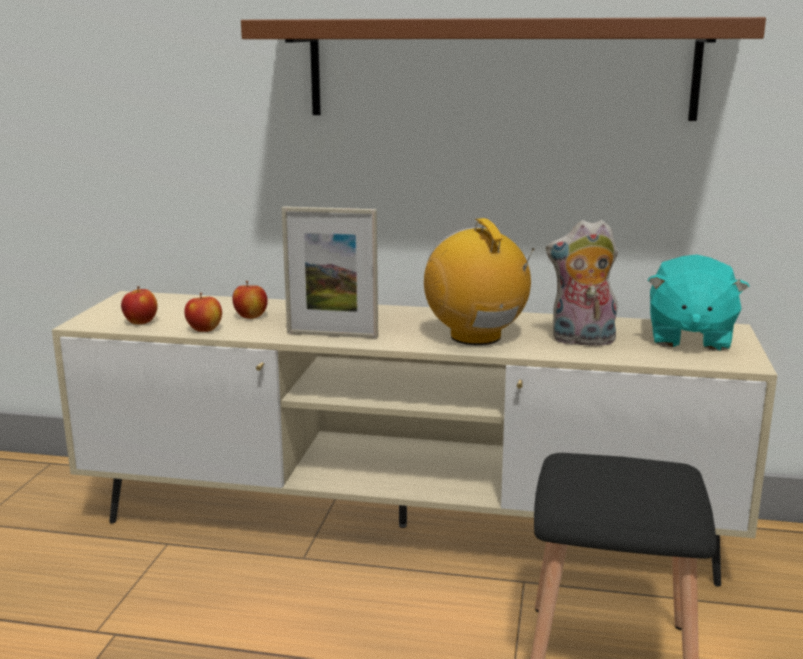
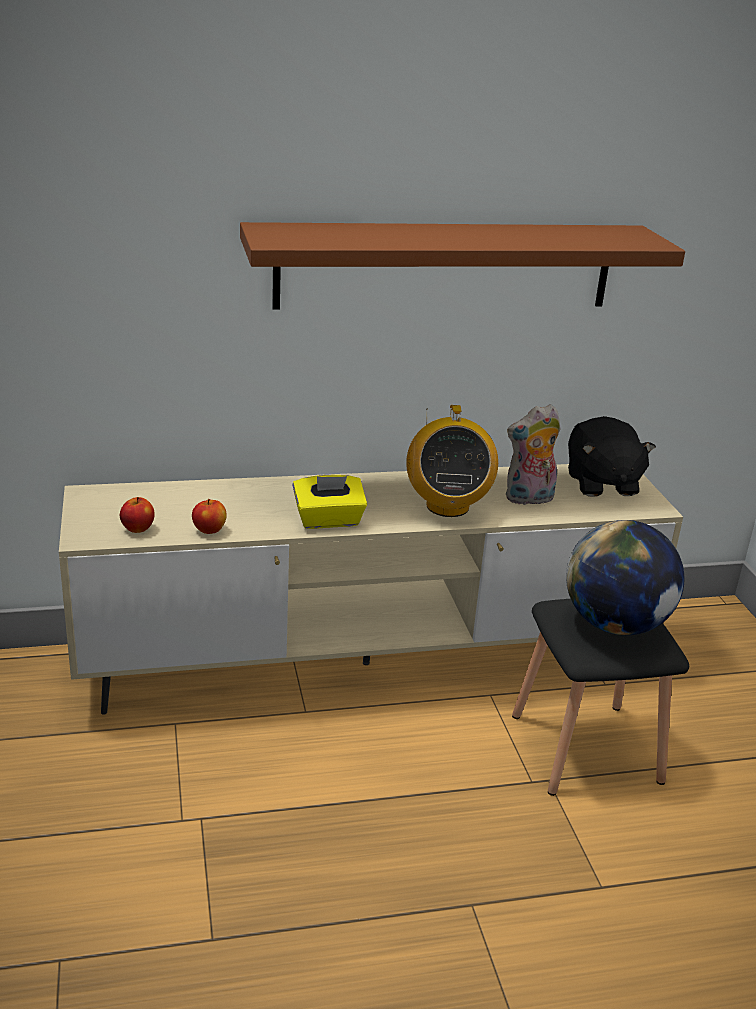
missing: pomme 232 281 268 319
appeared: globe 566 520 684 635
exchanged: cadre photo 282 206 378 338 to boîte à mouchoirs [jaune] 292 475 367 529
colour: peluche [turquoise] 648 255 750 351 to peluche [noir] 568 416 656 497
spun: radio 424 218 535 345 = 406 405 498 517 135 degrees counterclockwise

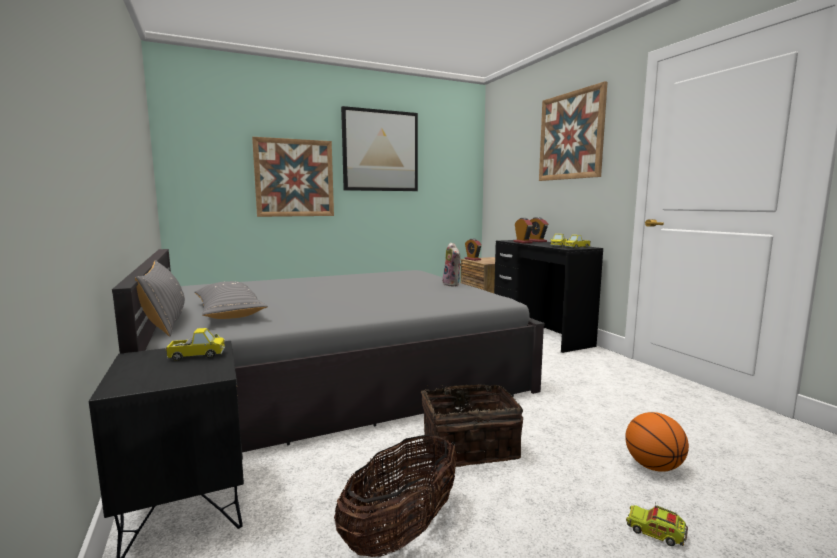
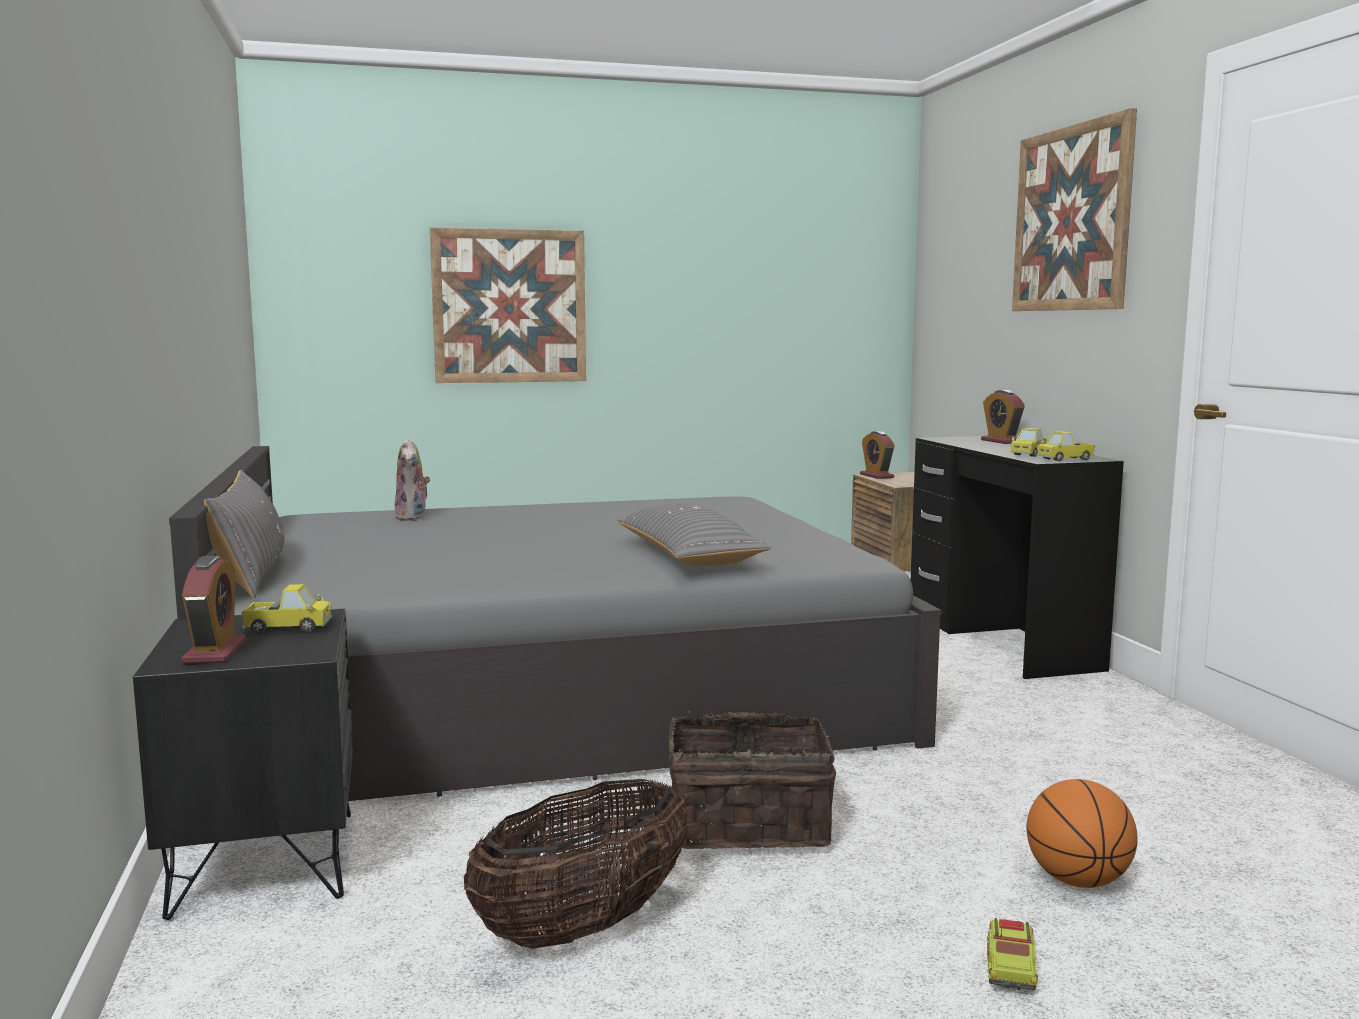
missing: tableau 341 106 418 191
relocated: réveil 513 218 533 243 to 181 556 246 664; peluche 443 242 461 286 to 395 438 430 521; coussin [gris] 195 281 268 319 to 617 504 771 566
spun: camion jouet 626 503 688 546 = 987 918 1038 991 120 degrees counterclockwise

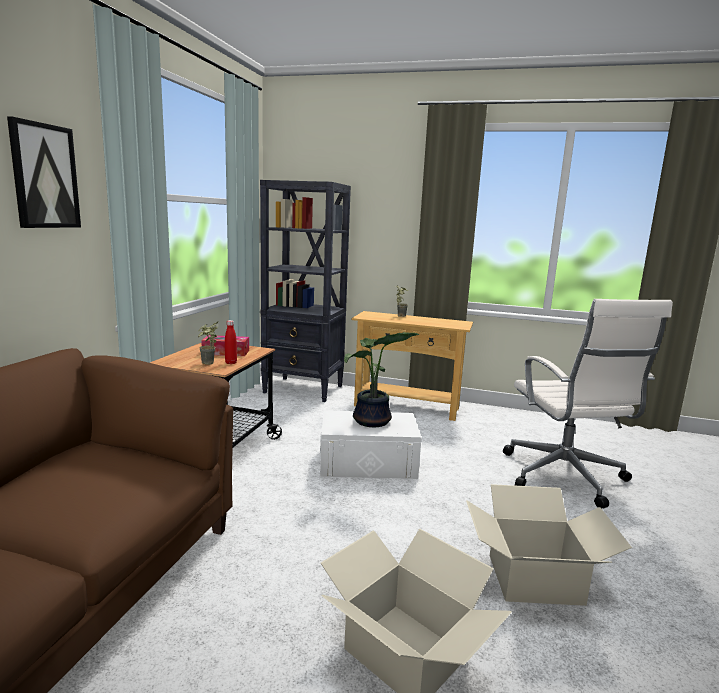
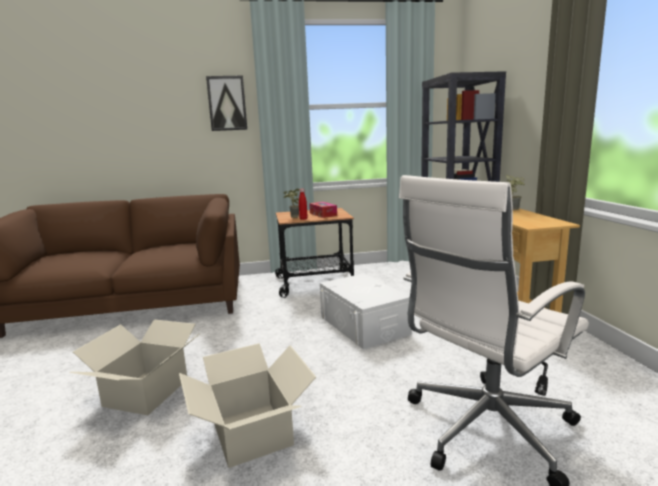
missing: plante en pot 344 332 419 427

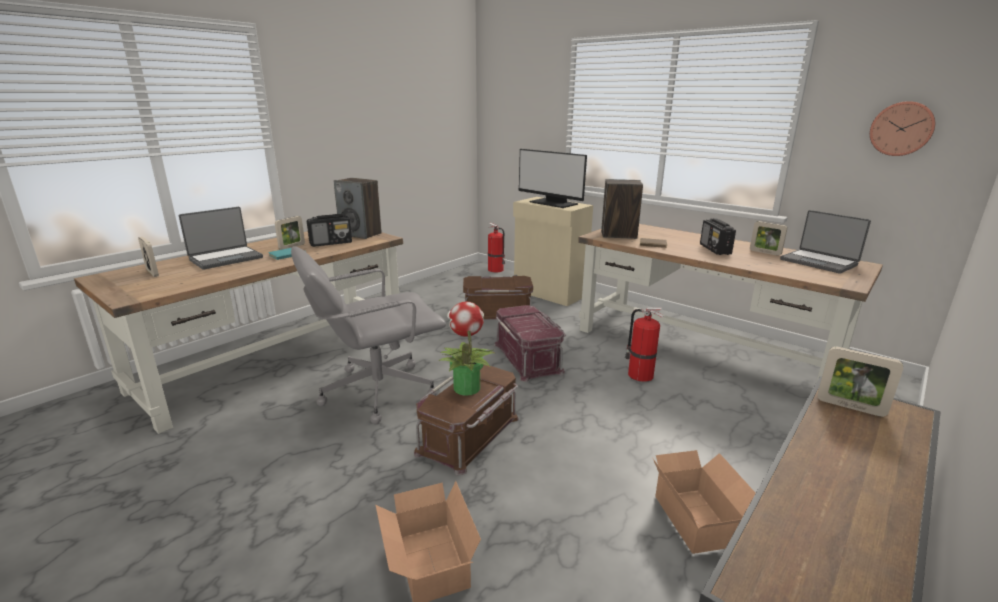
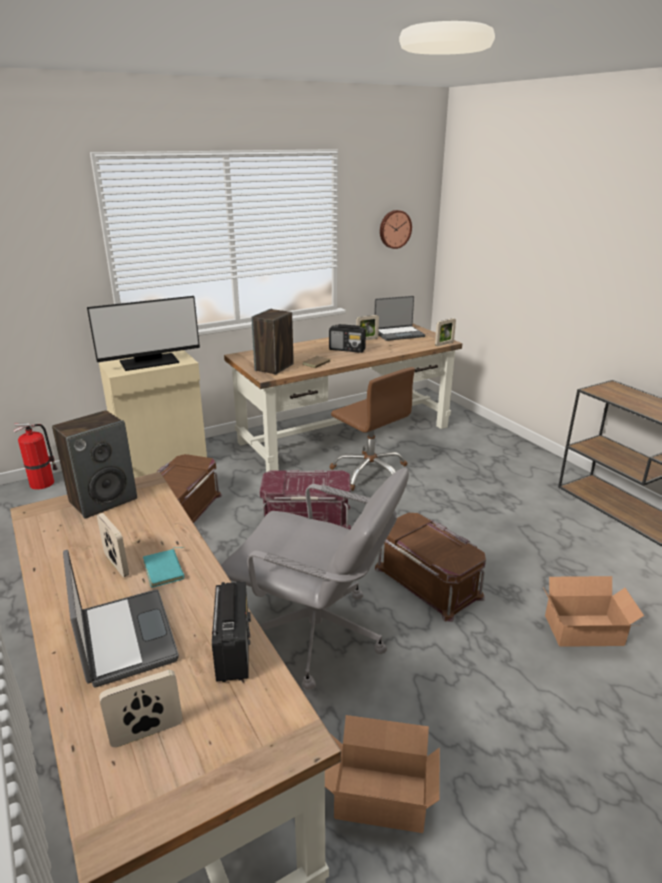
missing: plante en pot 438 301 495 396
relocated: radio 307 214 352 247 to 212 581 251 682; carton 653 450 756 554 to 325 715 440 833; cadre photo 817 346 903 417 to 435 318 456 346
exchanged: extincteur 625 308 663 382 to chaise de bureau [marron] 329 367 415 491
spun: chaise de bureau [gris] 291 246 446 425 = 221 468 409 690 60 degrees counterclockwise

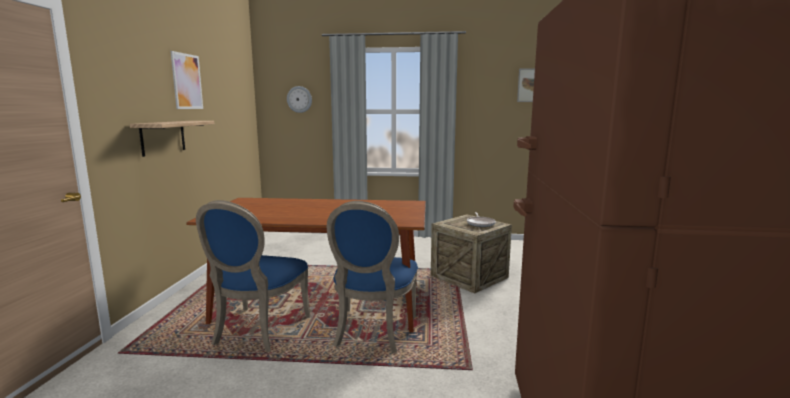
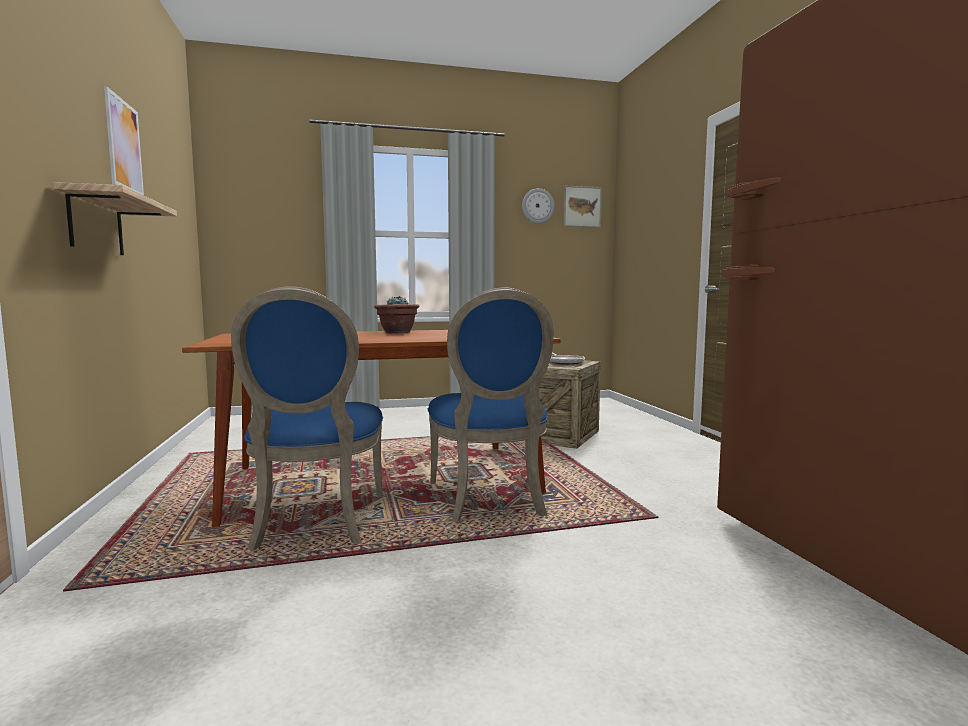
appeared: plante en pot 374 296 420 333
relocated: horloge murale 287 86 312 113 to 522 188 555 224

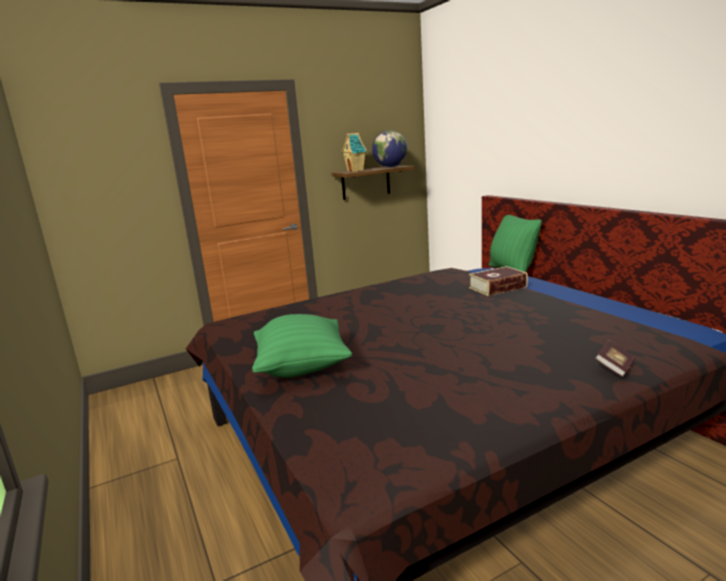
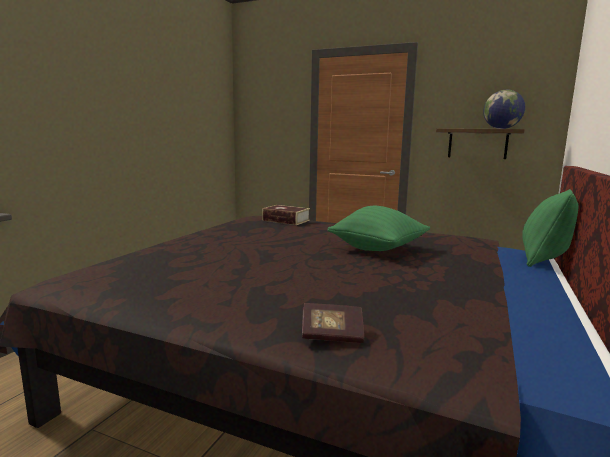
missing: maison miniature 341 133 367 172
relocated: livre 469 266 528 296 to 262 205 310 225; coussin [vert] 252 314 352 377 to 327 206 430 251

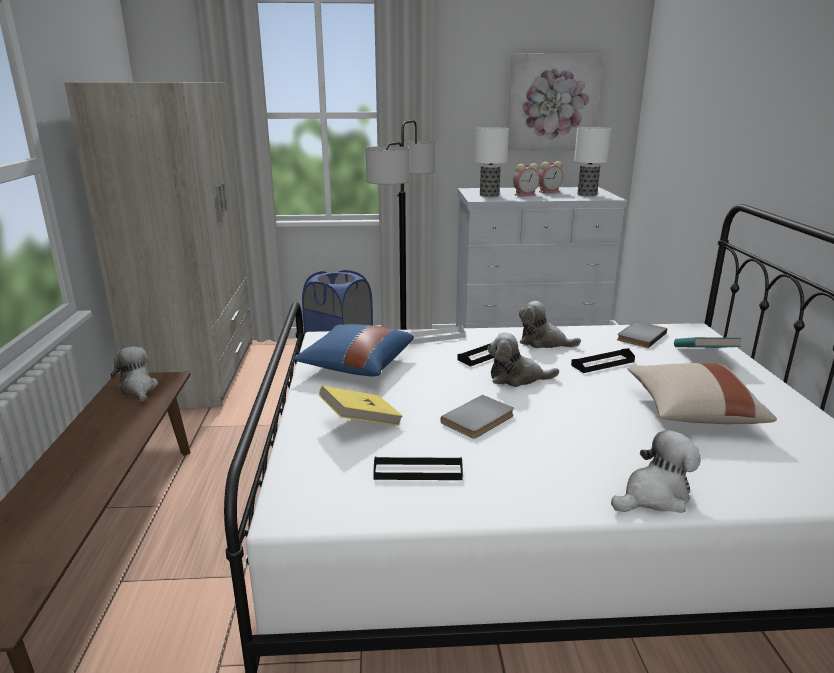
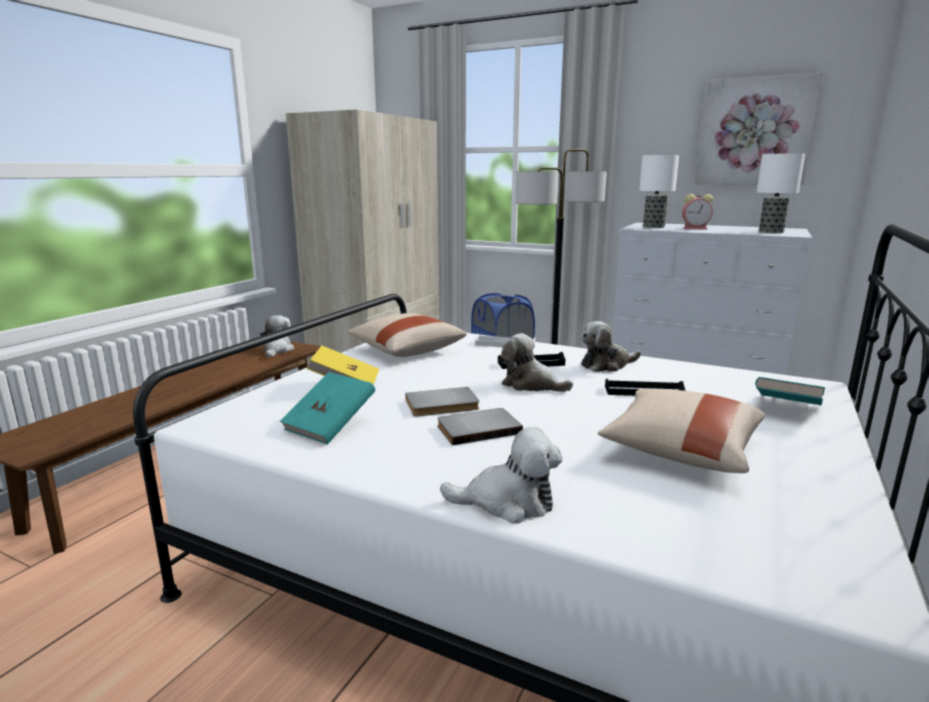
missing: réveil 539 161 563 193
relocated: livre [gris] 617 321 667 348 to 437 408 523 445
exchanged: plateau [noir] 373 456 463 480 to livre [turquoise] 280 372 375 445
colour: coussin [bleu] 293 324 414 376 to coussin [beige] 347 313 467 357
spun: peluche 519 301 581 348 = 581 321 641 372 75 degrees counterclockwise

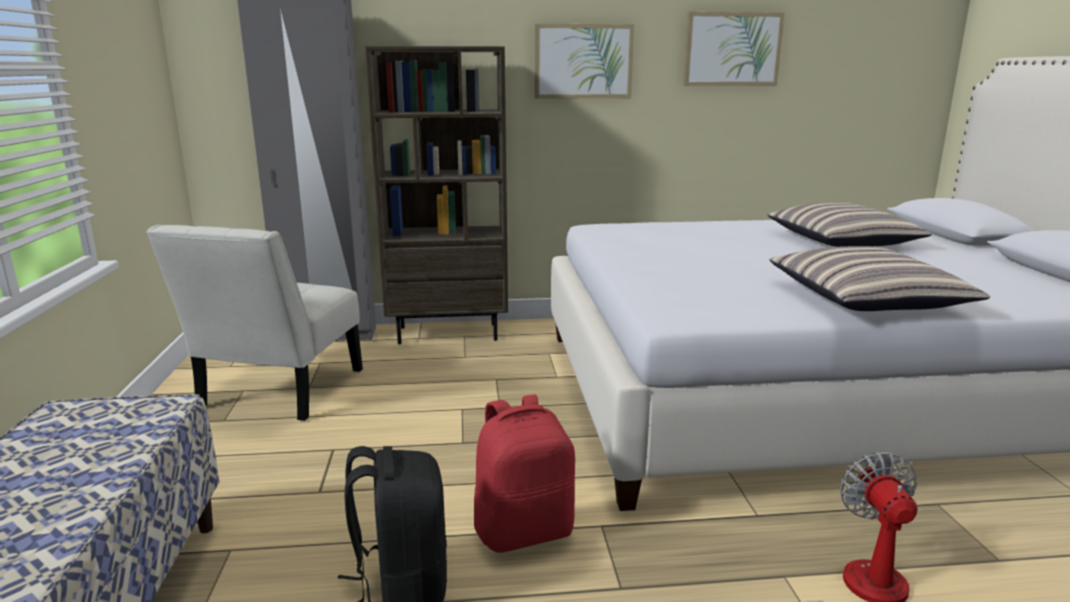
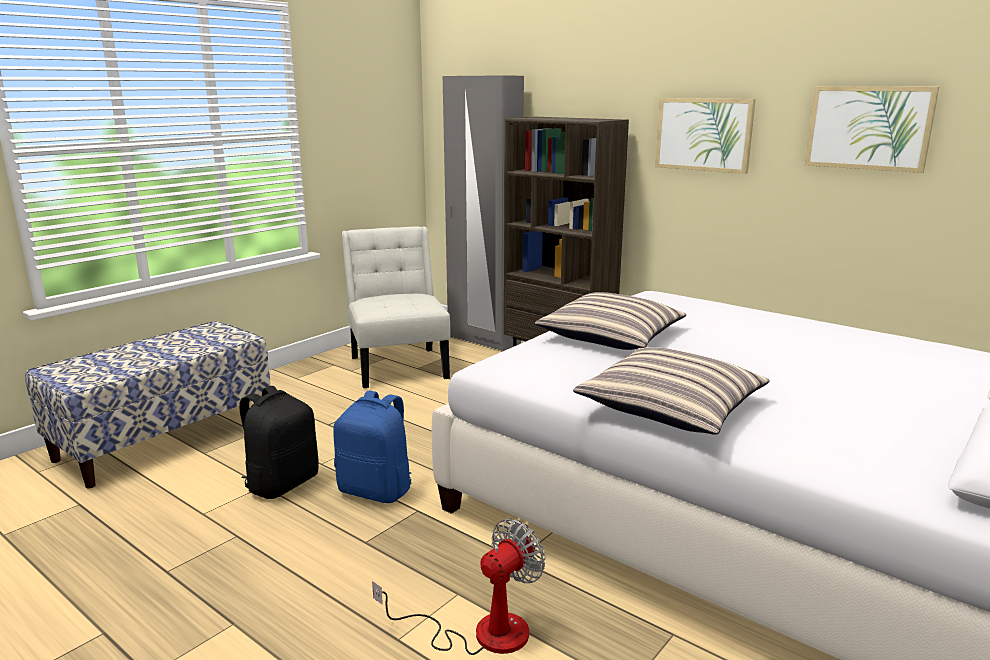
relocated: coussin 768 202 932 247 to 535 292 686 350
colour: sac à dos [rouge] 474 395 575 553 to sac à dos [bleu] 333 391 412 503
spun: chaise [blanc] 147 224 363 421 = 342 226 450 388 105 degrees clockwise

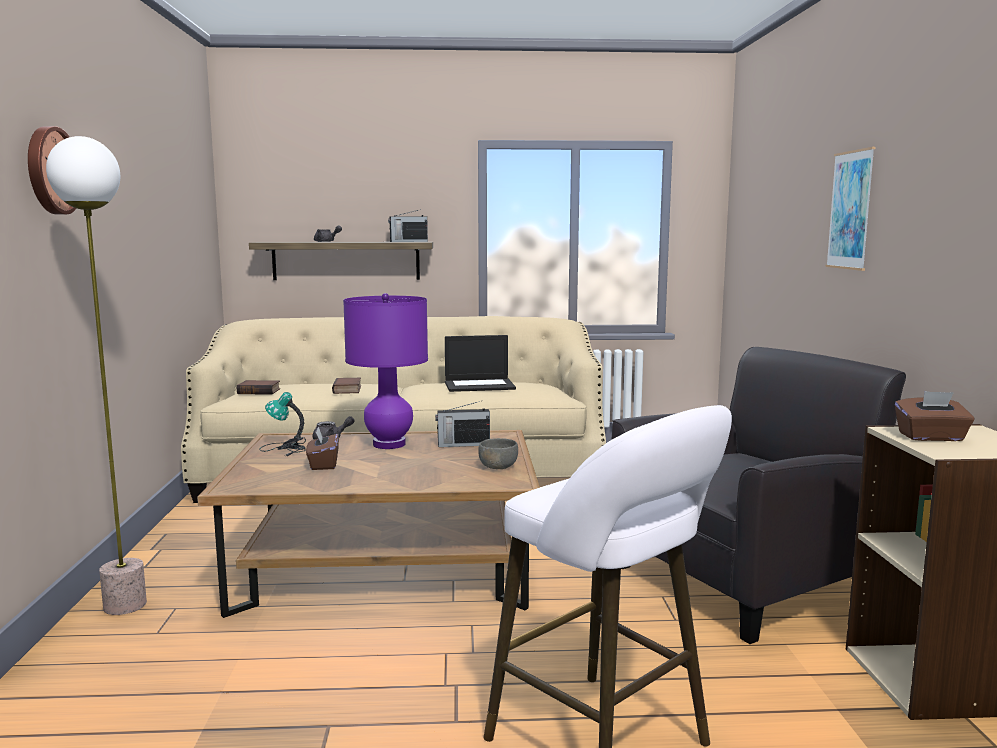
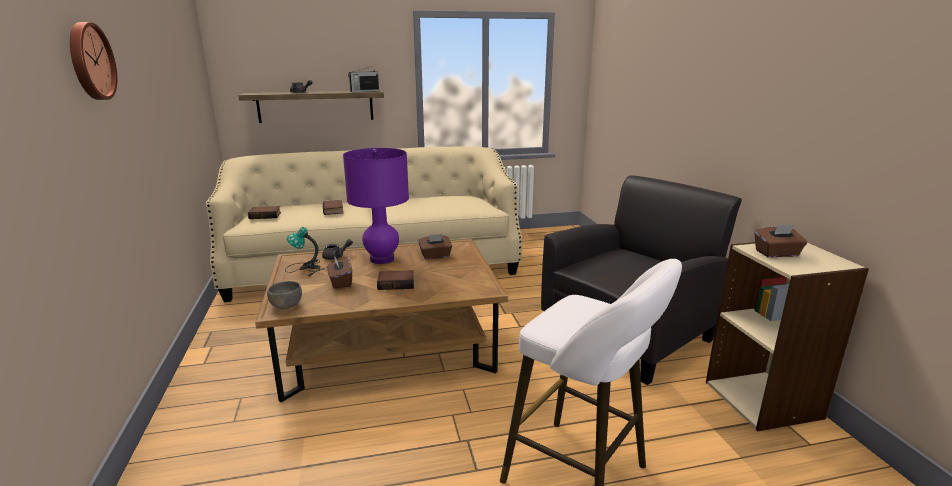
missing: lampadaire 46 136 147 615; ordinateur portable 445 335 516 392; tableau 825 147 875 271
appeared: livre 377 270 414 290
relocated: bol [gris] 478 438 518 469 to 267 281 302 309
exchanged: radio 435 401 490 447 to boîte à mouchoirs [marron] 418 234 452 259

